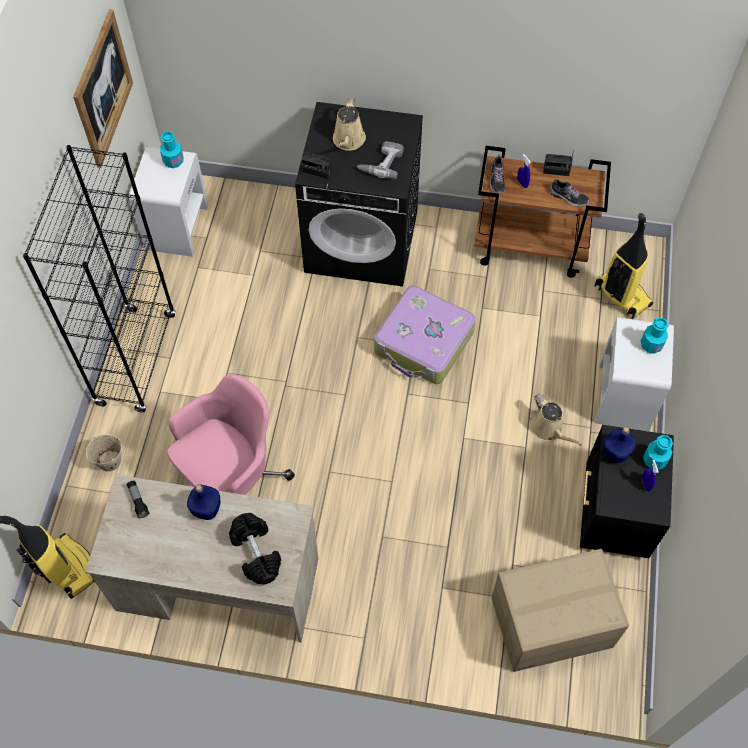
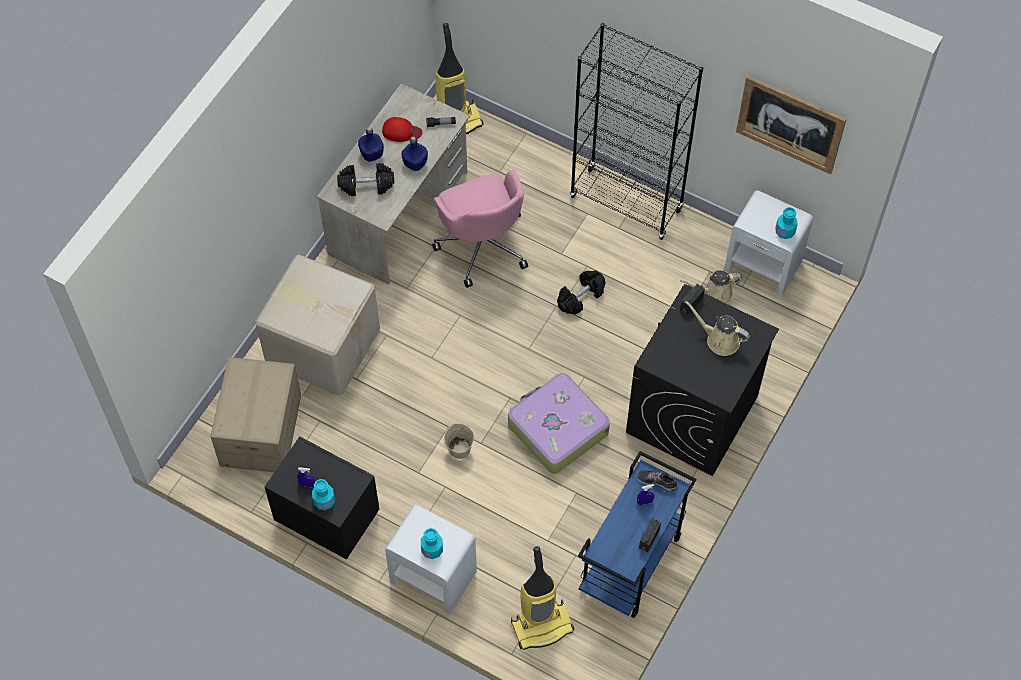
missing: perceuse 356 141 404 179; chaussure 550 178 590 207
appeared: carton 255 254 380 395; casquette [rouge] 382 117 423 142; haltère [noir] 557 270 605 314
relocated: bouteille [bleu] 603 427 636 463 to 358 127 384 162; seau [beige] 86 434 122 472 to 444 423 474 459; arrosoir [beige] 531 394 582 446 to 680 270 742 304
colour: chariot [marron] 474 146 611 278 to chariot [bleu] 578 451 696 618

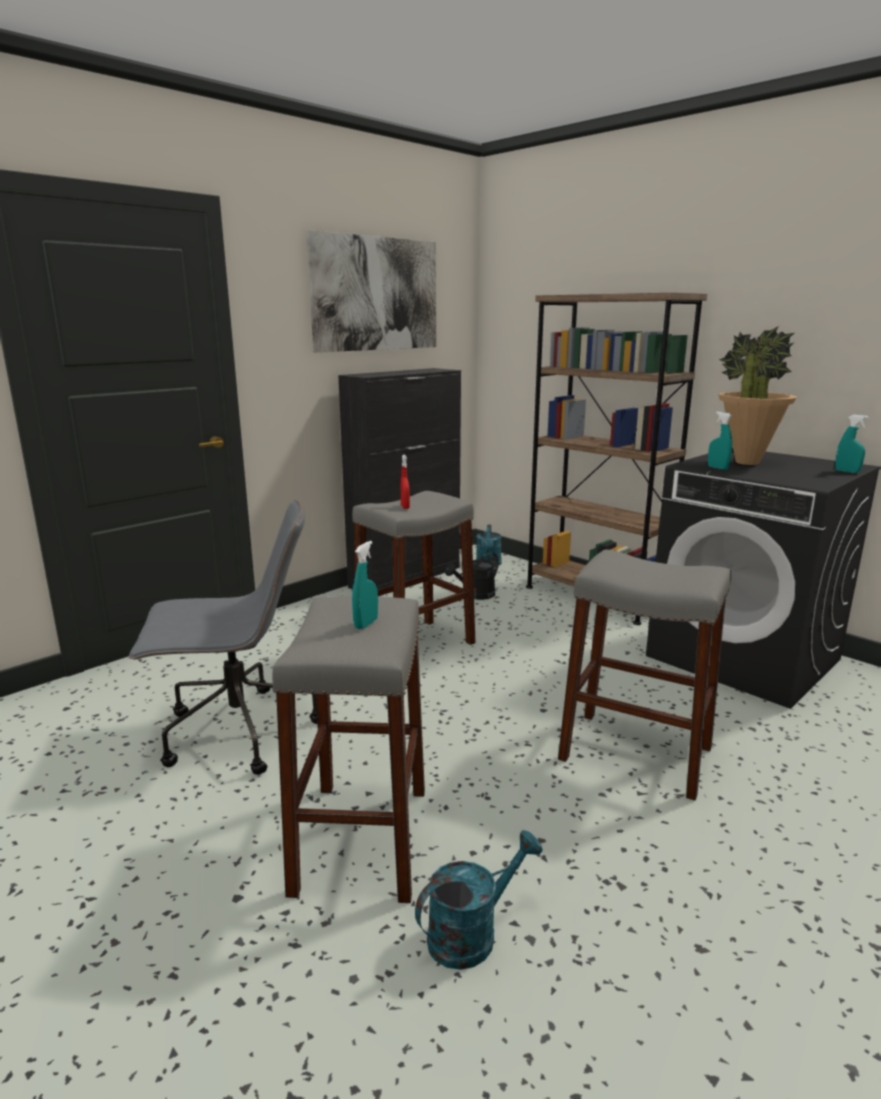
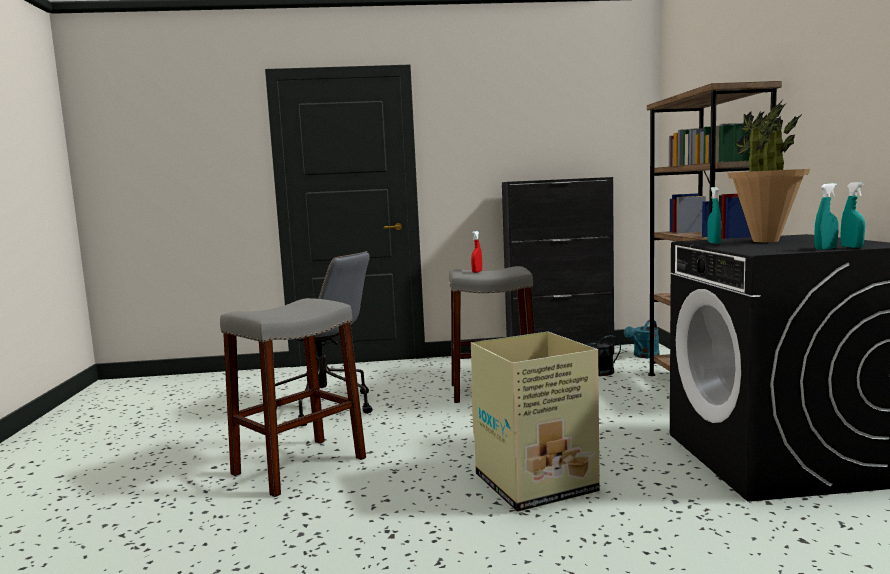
missing: tableau 307 230 436 352; arrosoir [turquoise] 415 830 542 970
relocated: vaporisateur [turquoise] 352 541 378 629 to 814 183 839 250
exchanged: tabouret [gris] 558 550 731 801 to carton 471 332 600 512

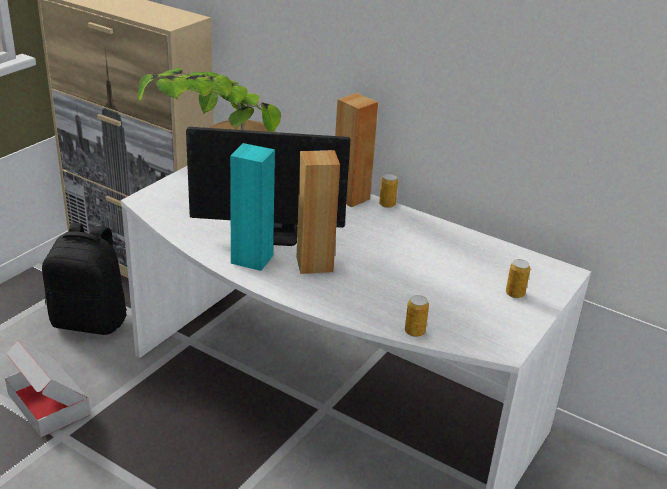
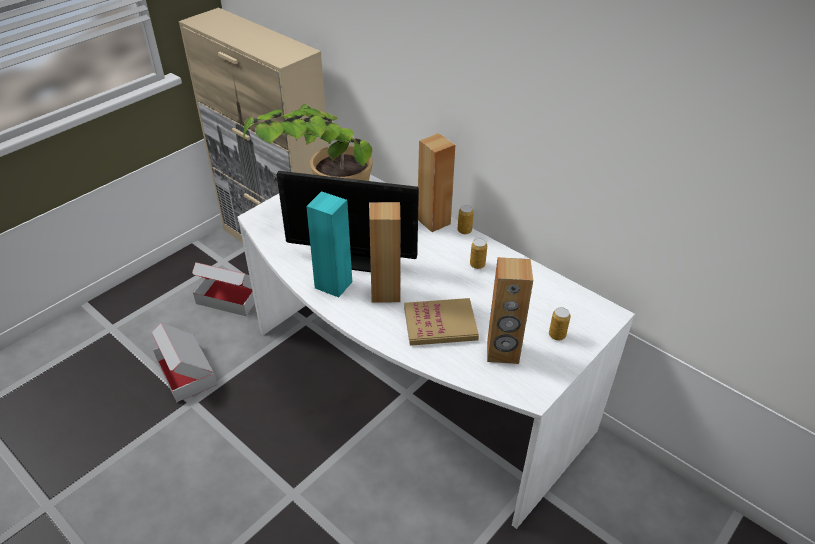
appeared: livre 404 298 479 346; enceinte [marron] 487 257 533 364
relocated: boîte métallique 405 295 429 337 to 470 238 487 269
exchanged: sac à dos [noir] 42 223 127 335 to carton 192 262 255 316

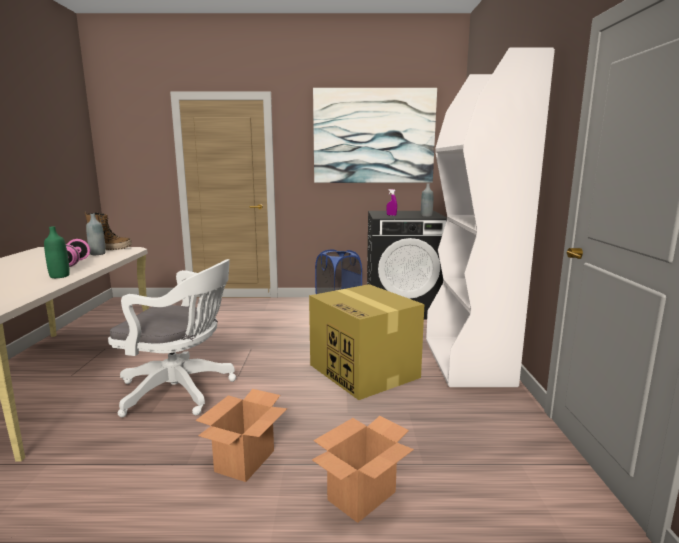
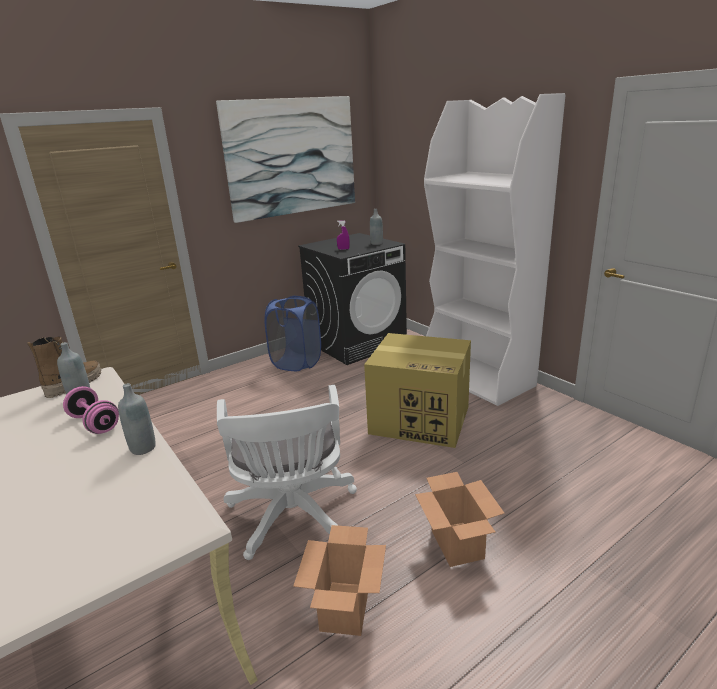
relocated: carton 312 416 414 523 to 293 525 386 636
colour: bouteille [vert] 44 226 70 278 to bouteille [gris] 118 383 156 455
spun: chaise de bureau [blanc] 108 259 236 417 = 217 385 357 560 105 degrees clockwise

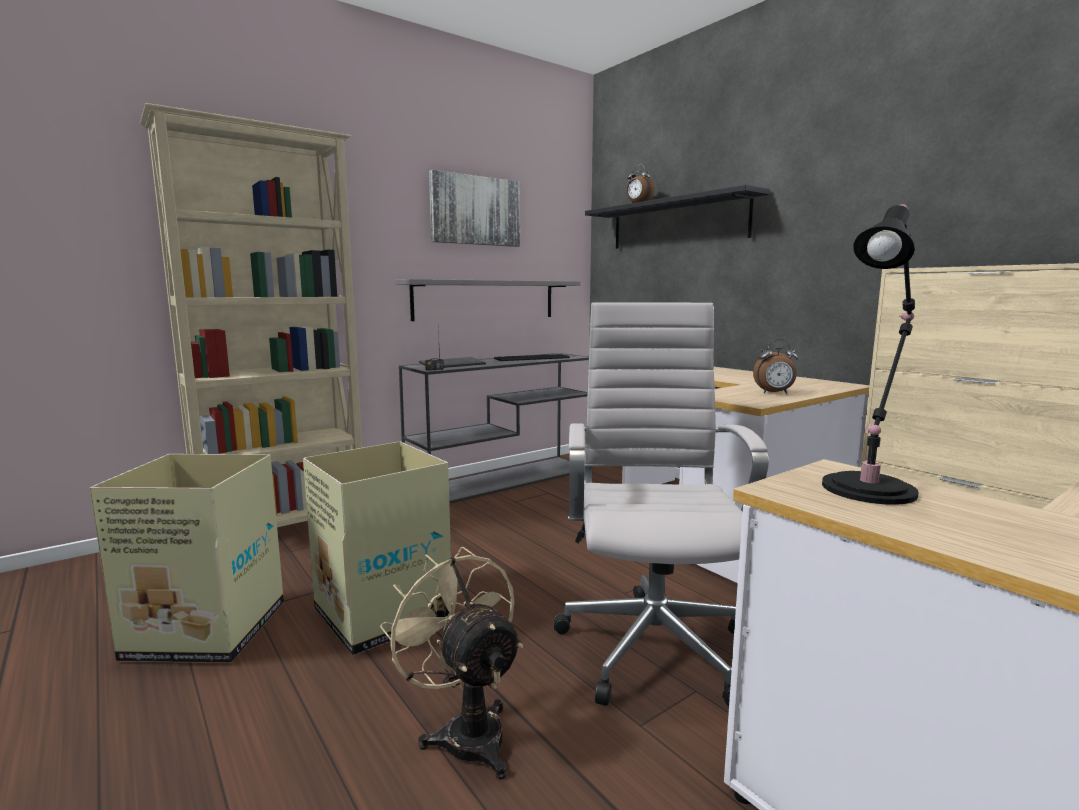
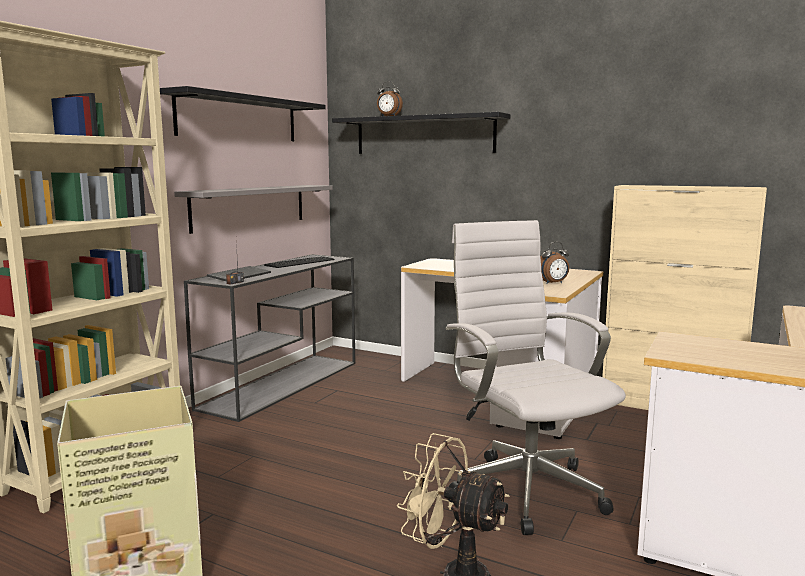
missing: carton 303 441 451 656; lampe de table [noir] 822 204 919 505
exchanged: tableau 429 170 520 247 to étagère [noir] 160 86 326 141

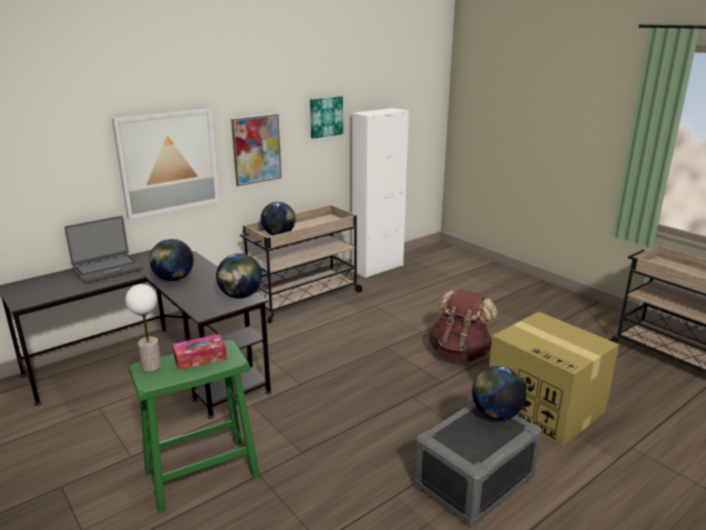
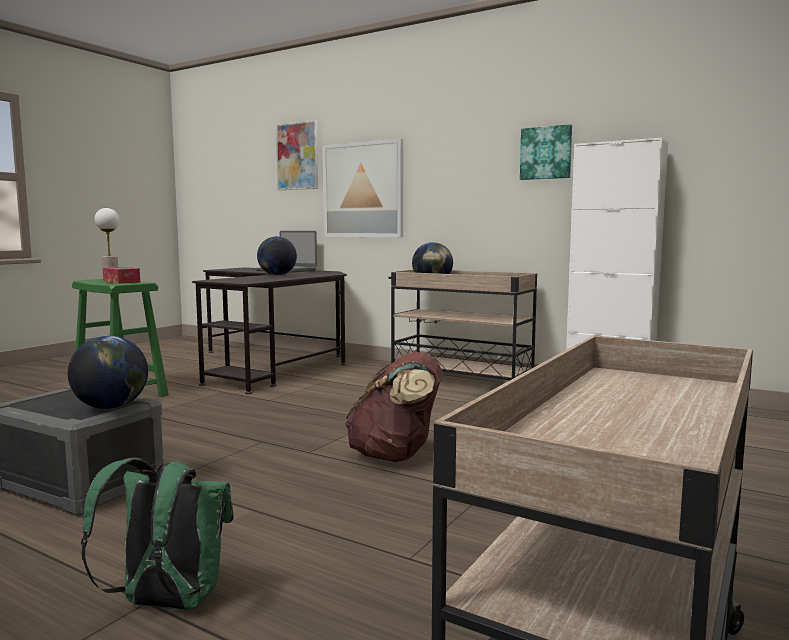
missing: globe 216 253 262 299; carton 489 312 619 446
appeared: sac à dos [vert] 81 458 234 610
relocated: tableau 231 114 282 186 to 276 120 318 190

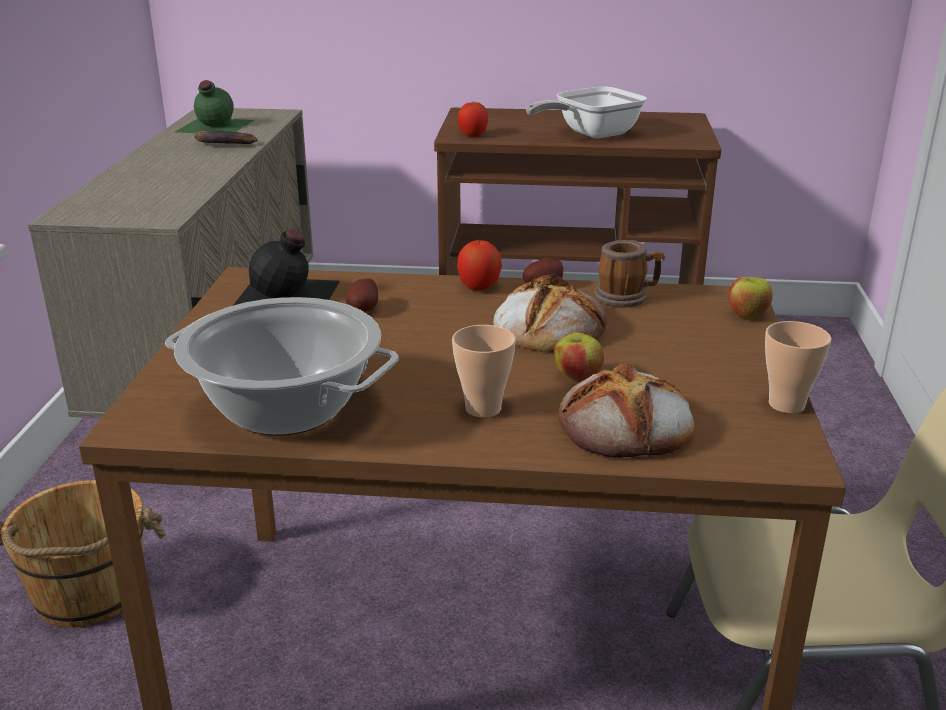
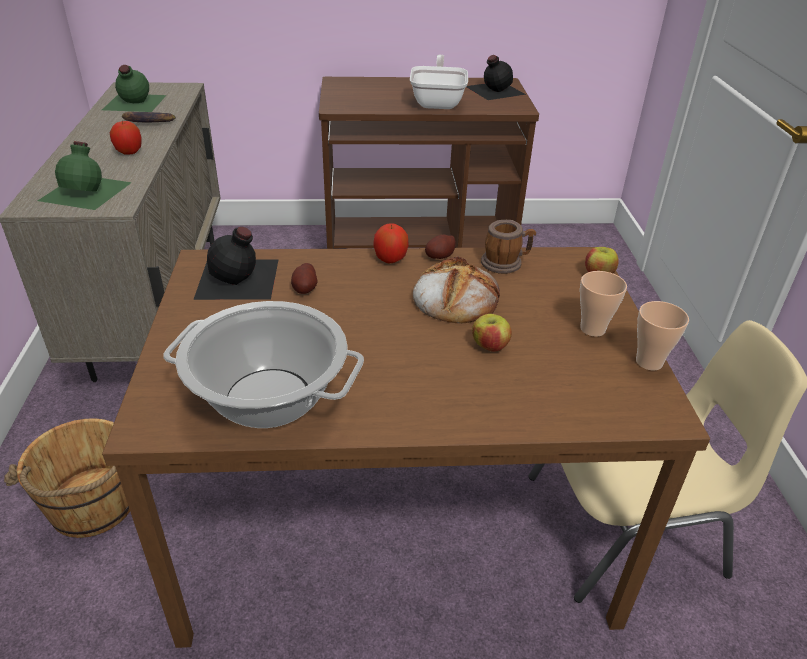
missing: pain 558 364 694 458
appeared: bouteille [vert] 38 141 132 210; bouteille [noir] 466 55 526 100
relocated: pomme 458 102 488 137 to 109 120 142 155; tasse 452 325 516 418 to 580 271 627 337
spun: poêle 526 86 647 139 = 410 55 468 109 135 degrees clockwise

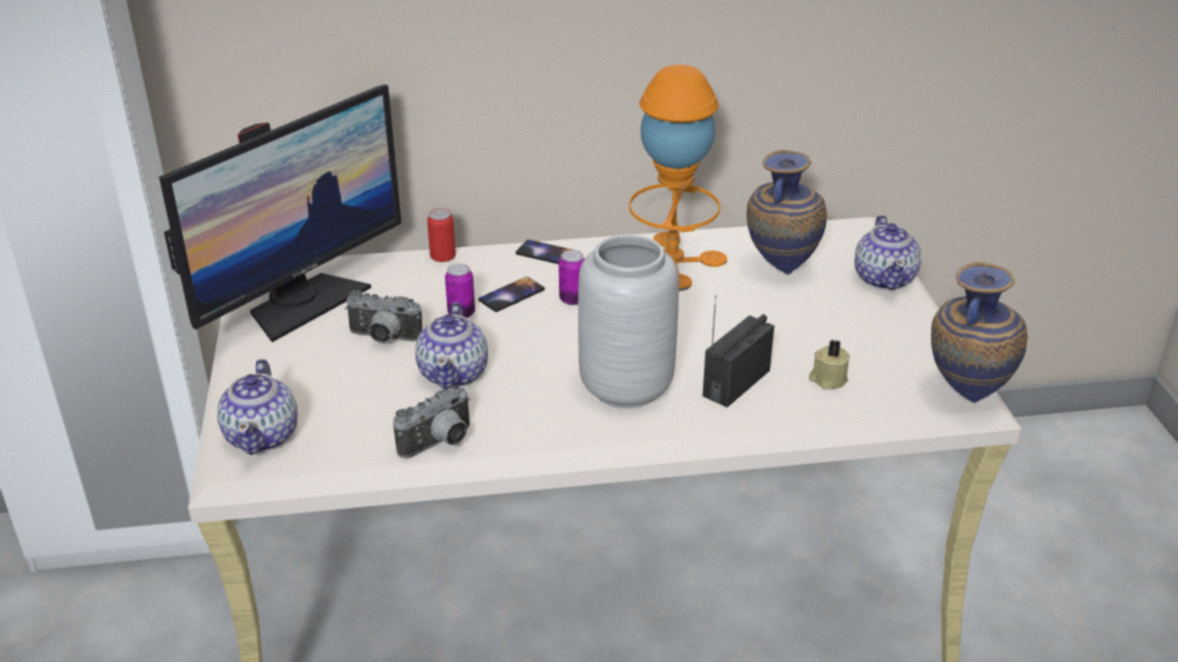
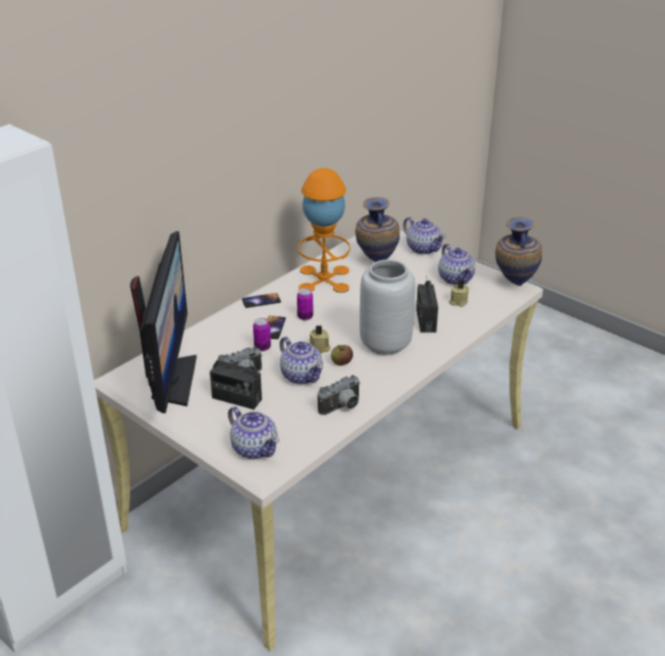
missing: boîte métallique 427 208 456 262
appeared: radio 210 349 262 410; bougie [beige] 310 325 331 353; pomme 331 345 353 366; théière 438 244 475 285
spun: appareil photo 393 385 471 459 = 318 375 360 415 45 degrees clockwise

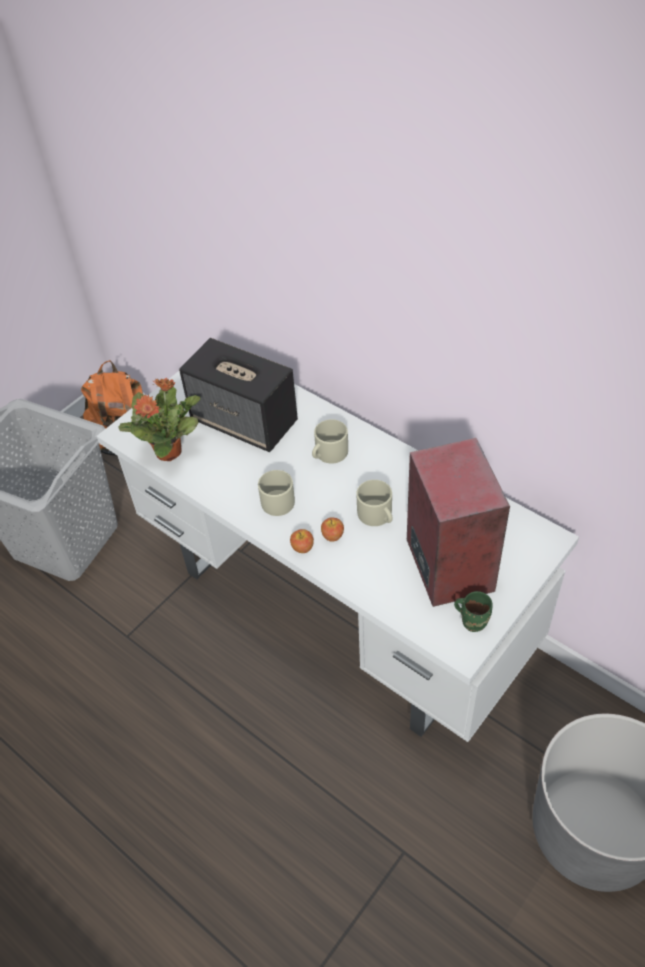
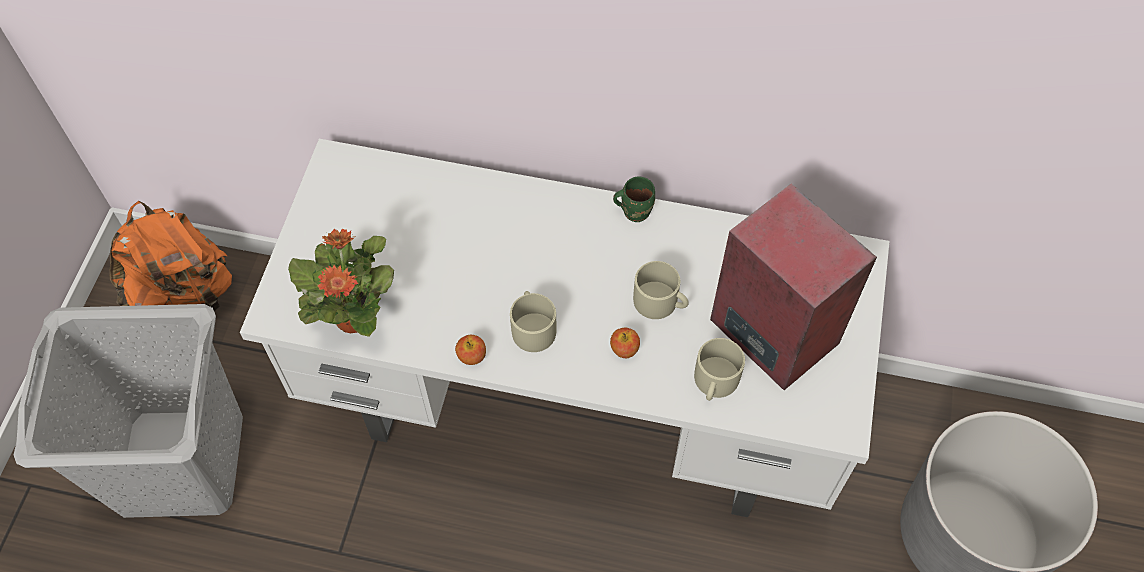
missing: enceinte 179 338 298 452
relocated: pomme 290 529 314 553 to 455 335 486 365; mug [vert] 454 591 493 632 to 613 177 655 222; mug [beige] 312 419 348 464 to 694 338 745 401

